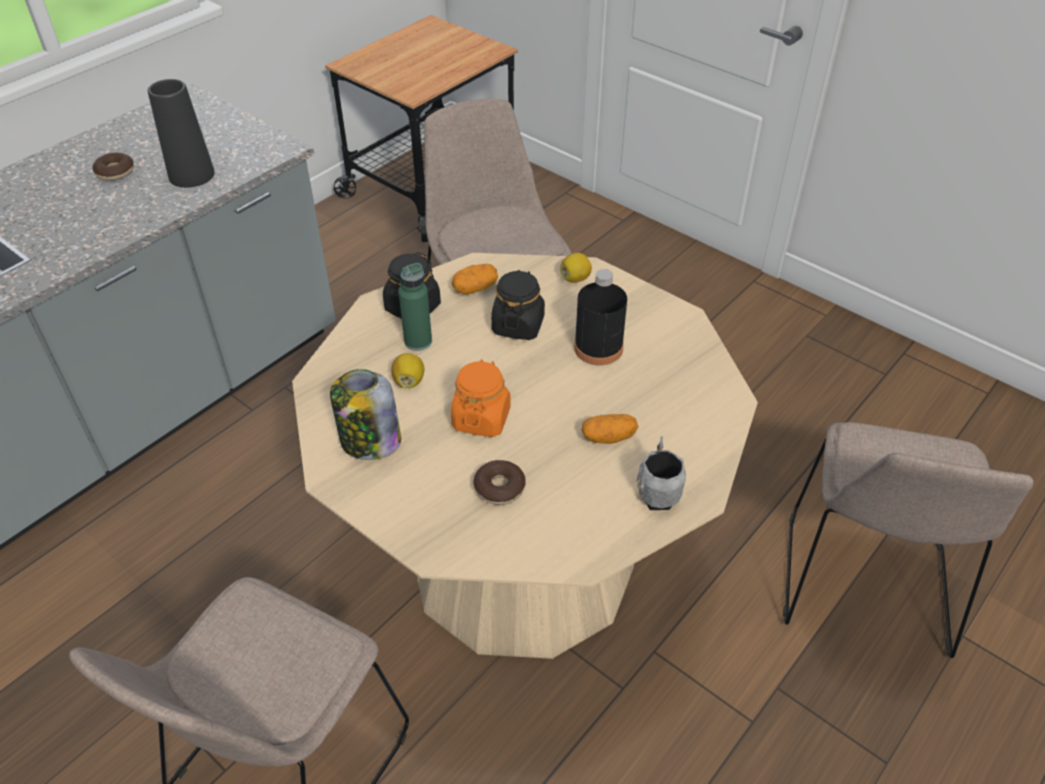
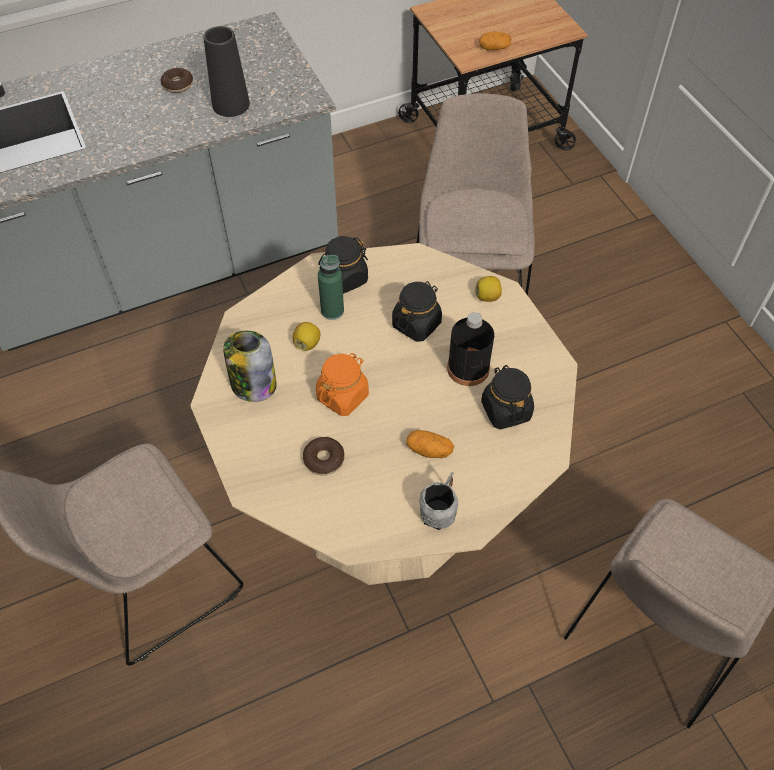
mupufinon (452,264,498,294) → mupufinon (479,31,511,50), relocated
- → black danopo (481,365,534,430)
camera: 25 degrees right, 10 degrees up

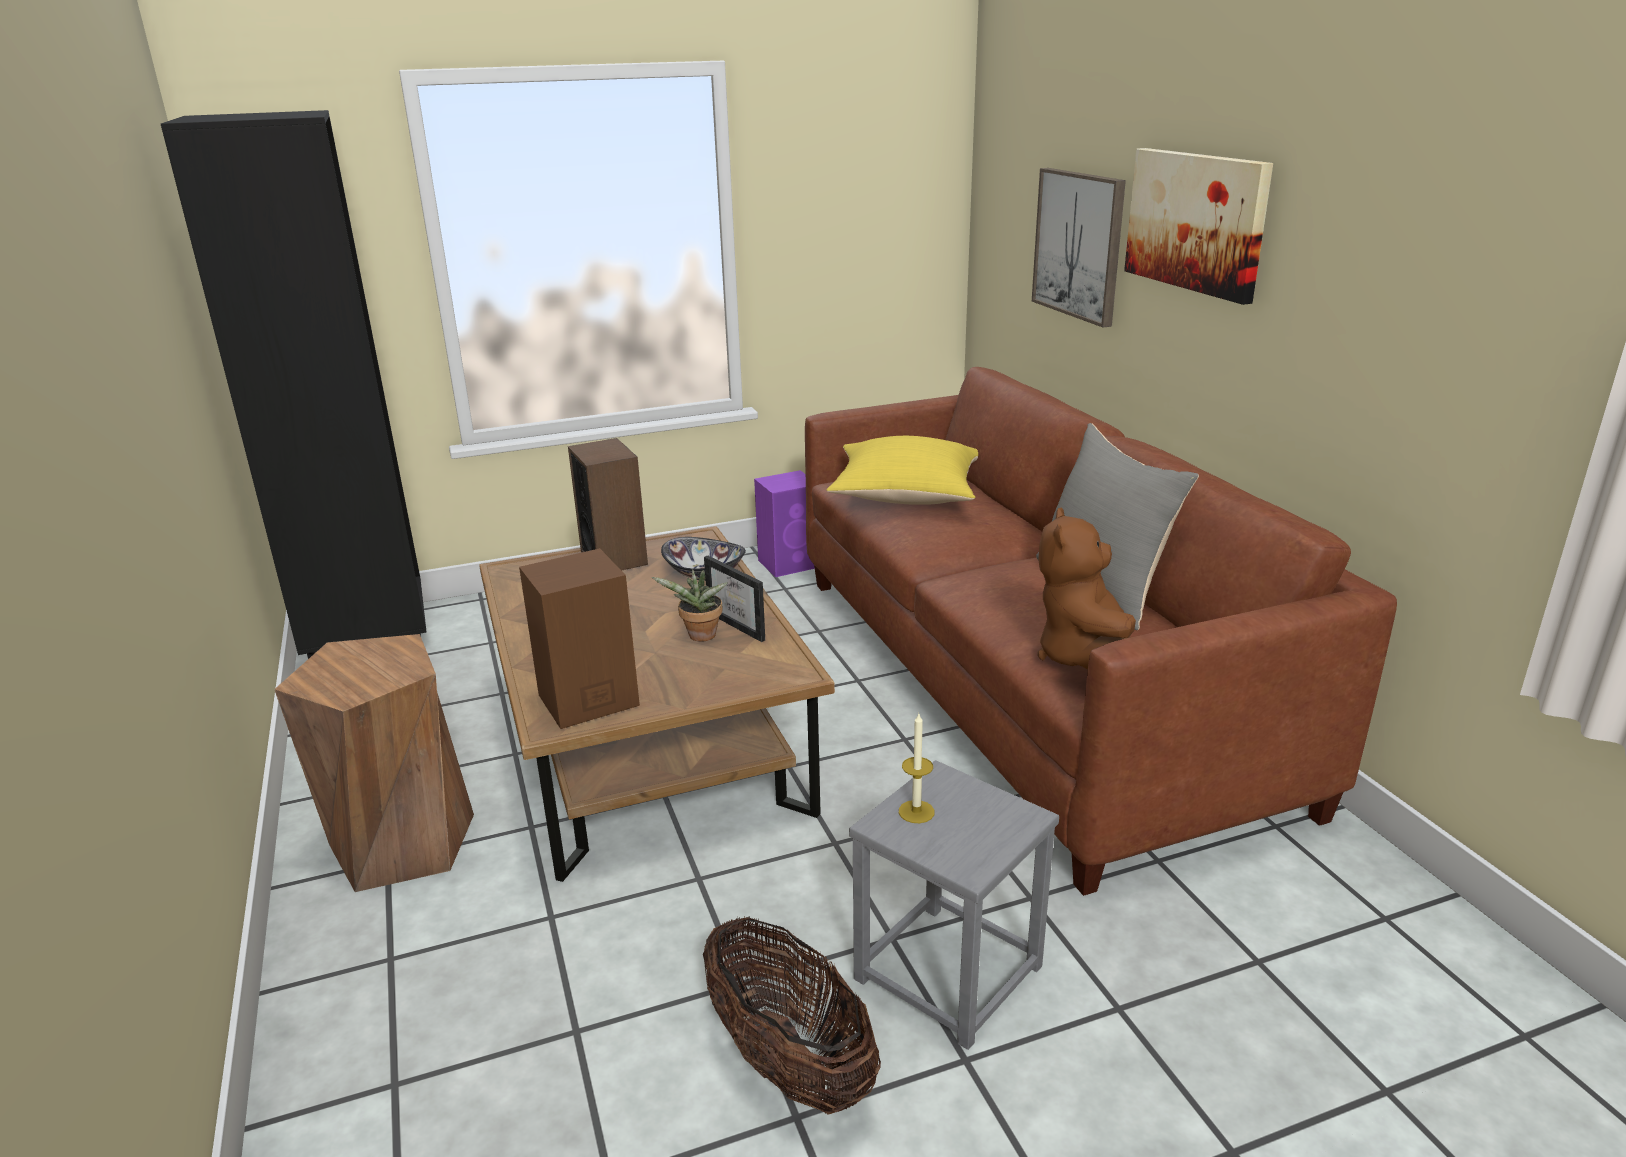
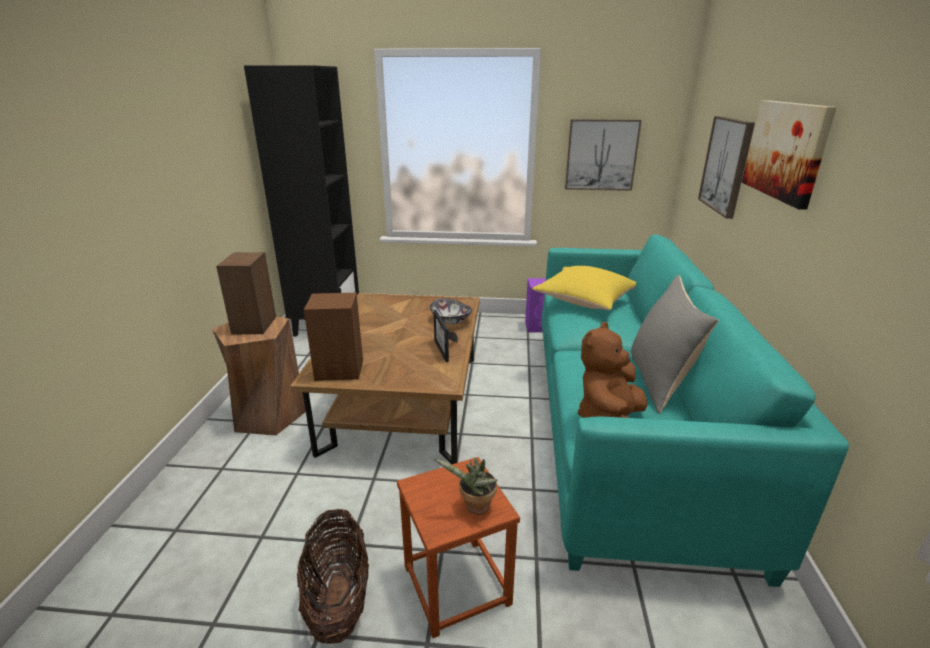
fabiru (568,438,648,571) → fabiru (216,252,276,334), relocated
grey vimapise (849,760,1059,1050) → brown vimapise (397,457,520,638)
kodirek (652,569,727,642) → kodirek (434,457,498,515), relocated
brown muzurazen (805,367,1397,896) → turquoise muzurazen (541,234,849,587)
- → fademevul (565,119,642,191)
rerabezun (899,714,935,823) → -
camera: 25 degrees right, 0 degrees up

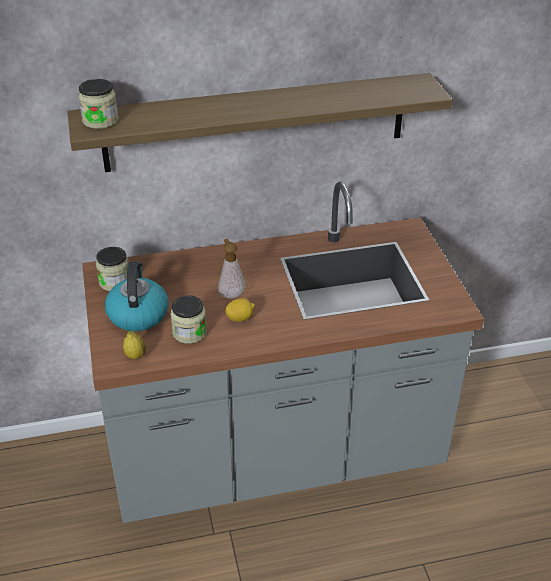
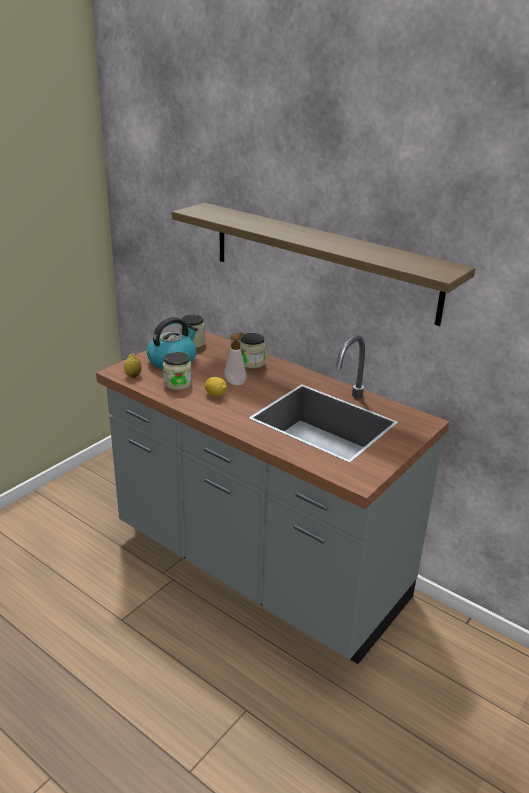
danopo (78,79,118,129) → danopo (240,333,266,368), relocated
camera: 50 degrees right, 10 degrees down

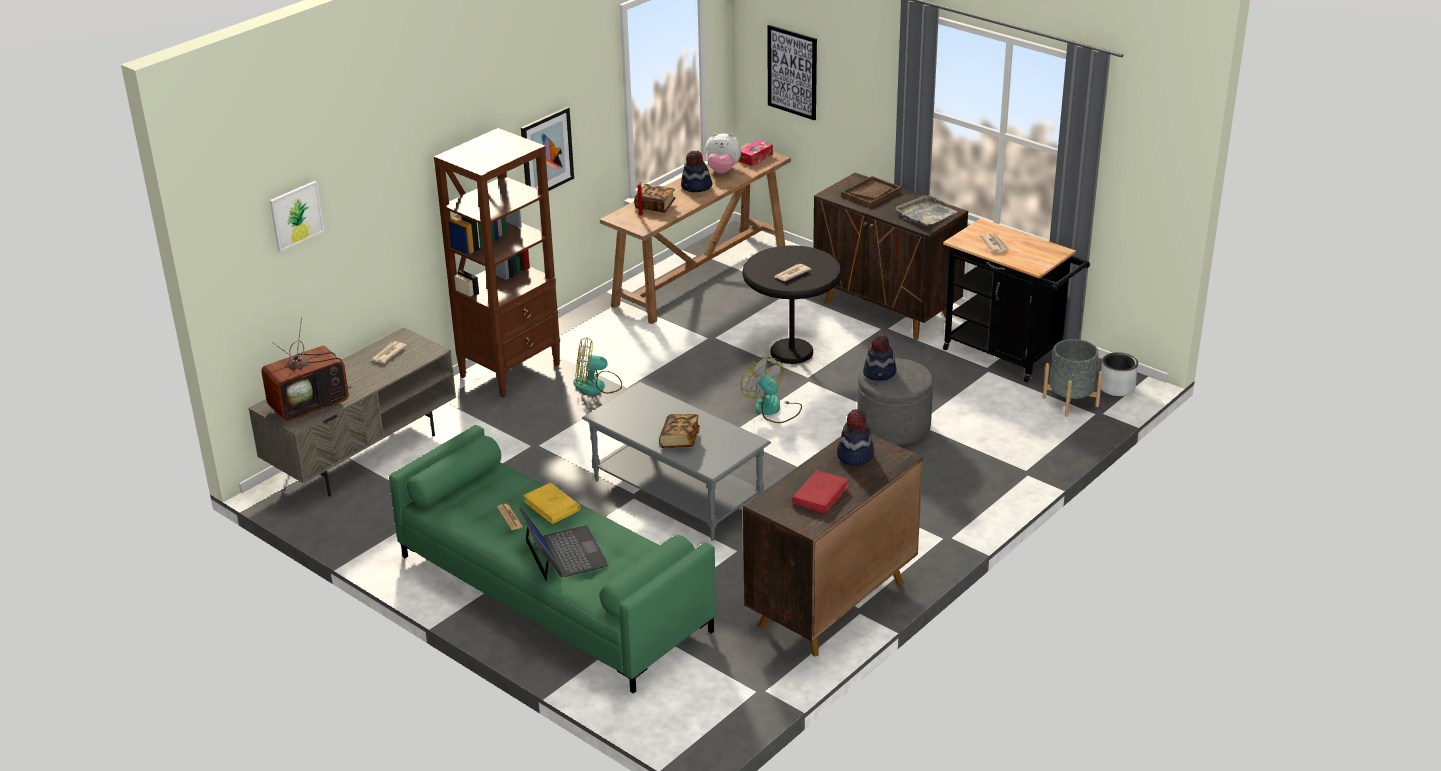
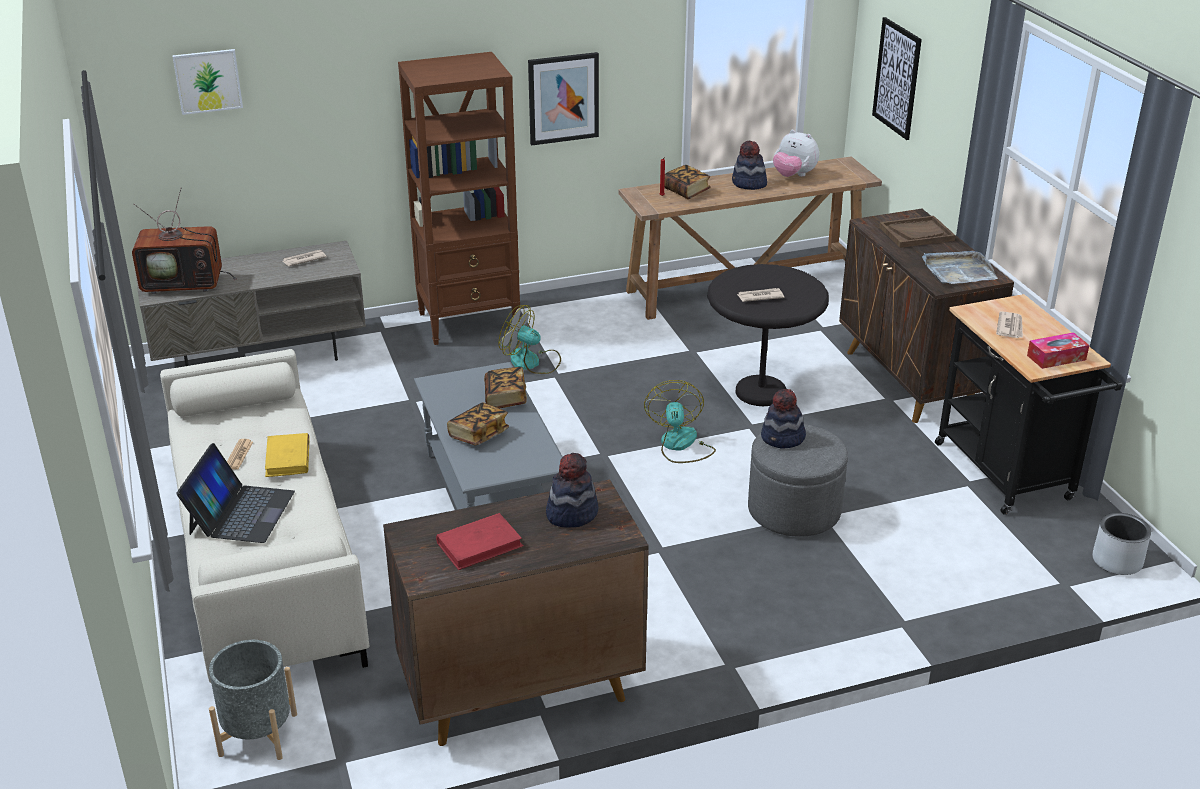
green muzurazen (389,425,717,694) → beige muzurazen (160,349,369,683)
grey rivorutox (1043,339,1103,417) → grey rivorutox (209,640,297,760), relocated
- → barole (484,367,527,408)
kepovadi (738,140,773,166) → kepovadi (1027,332,1089,369), relocated
camera: 30 degrees right, 0 degrees up

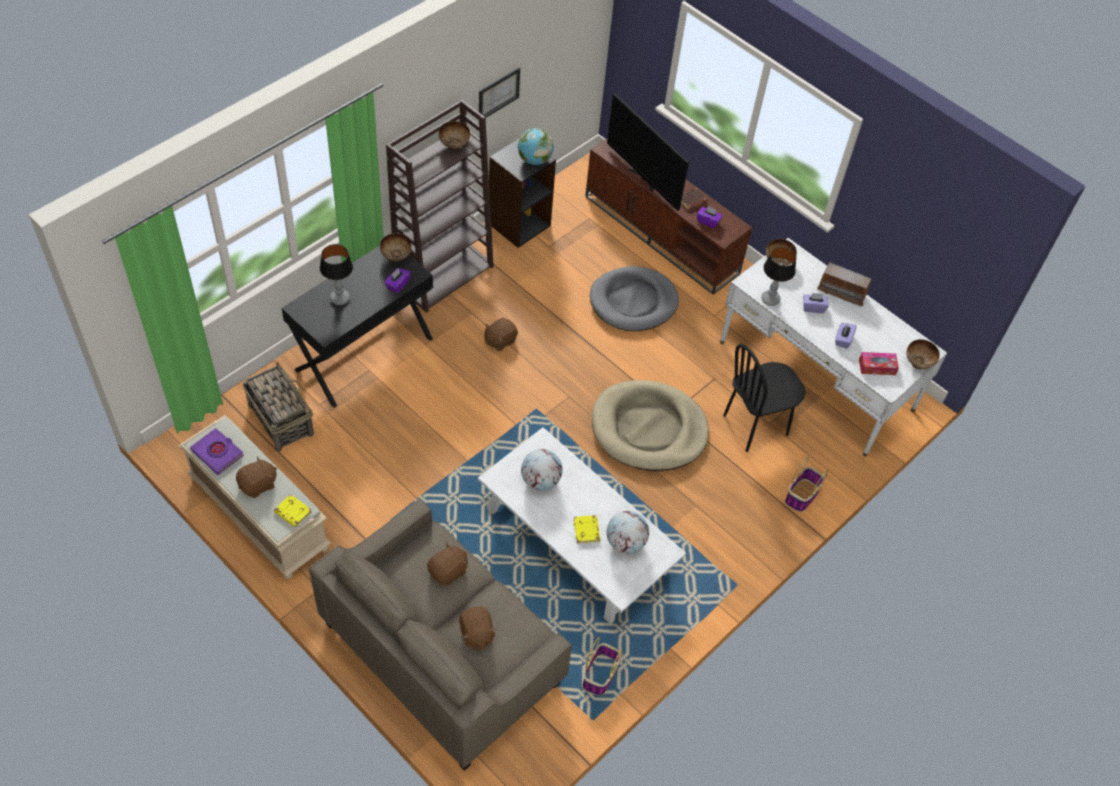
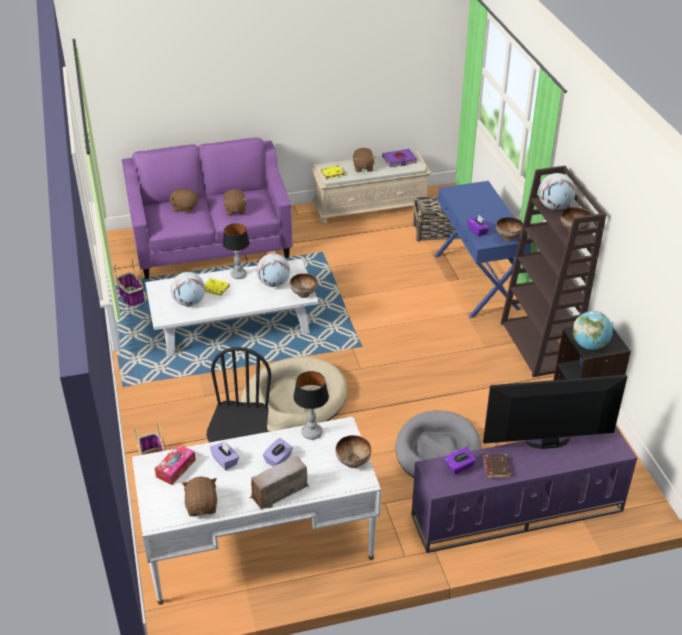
beige muzurazen (309,499,572,771) → purple muzurazen (122,138,293,279)
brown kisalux (485,318,518,352) → brown kisalux (182,477,217,516), relocated
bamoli (320,244,353,305) → bamoli (223,223,250,279), relocated
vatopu (906,339,940,369) → vatopu (290,273,317,298), relocated
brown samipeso (585,139,752,295) → purple samipeso (412,426,637,553)
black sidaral (282,246,433,408) → blue sidaral (434,181,531,318)
- → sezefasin (538,173,576,210)
fademevul (479,67,520,118) → -
camera: 125 degrees right, 15 degrees down

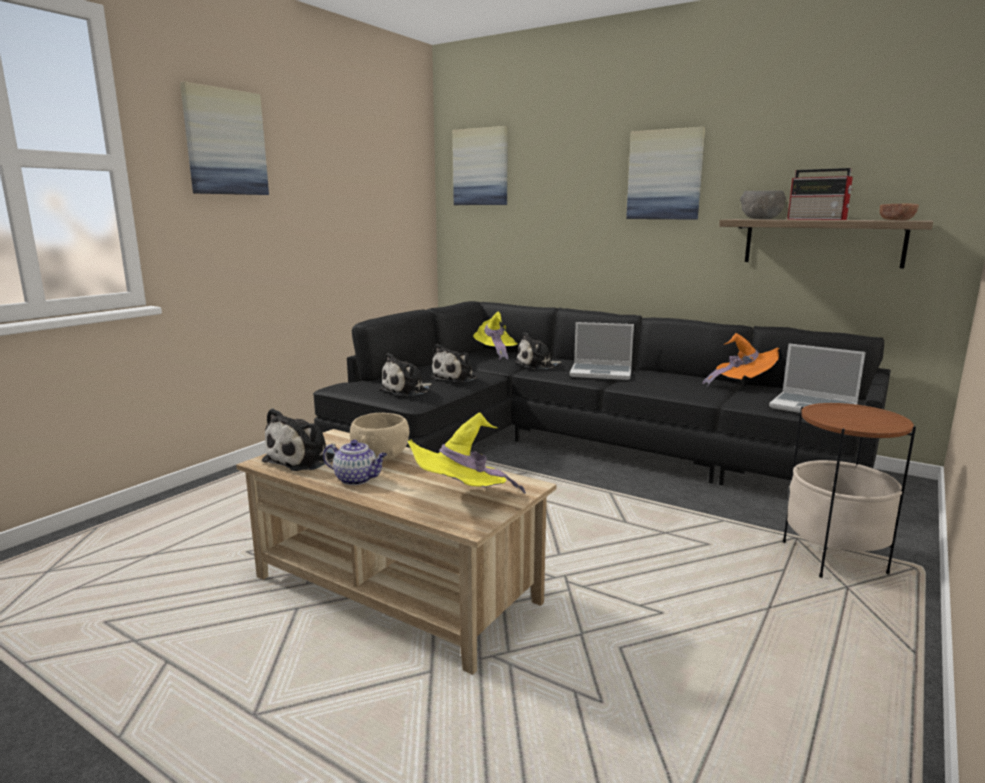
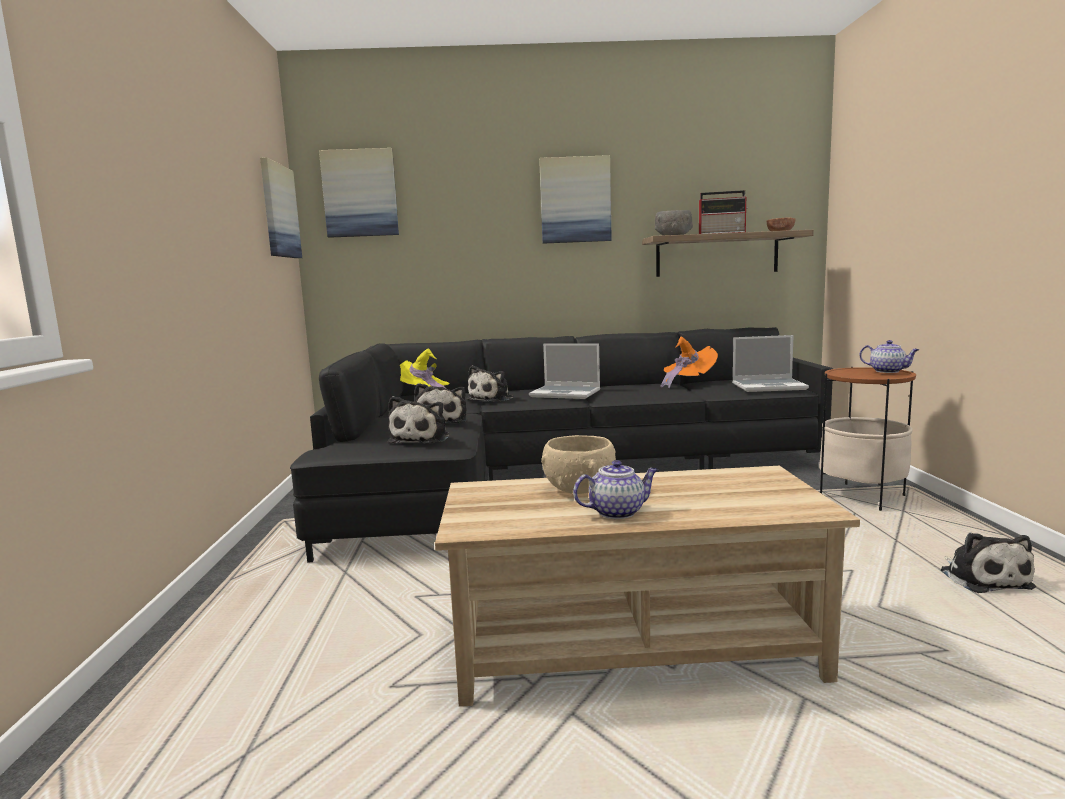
fademevul (180,81,269,195) → fademevul (260,157,302,258), relocated
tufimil (570,322,634,380) → tufimil (529,344,600,399), 45 degrees clockwise
- → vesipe (859,340,919,373)
kisalux (262,408,336,471) → kisalux (941,532,1036,593), relocated
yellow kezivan (407,413,526,494) → -
camera: 35 degrees left, 5 degrees down

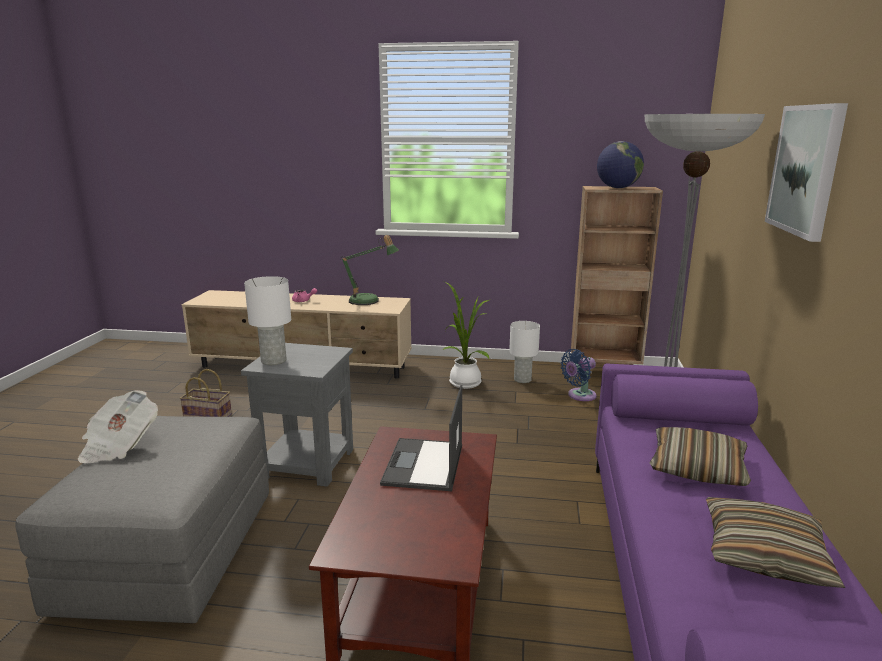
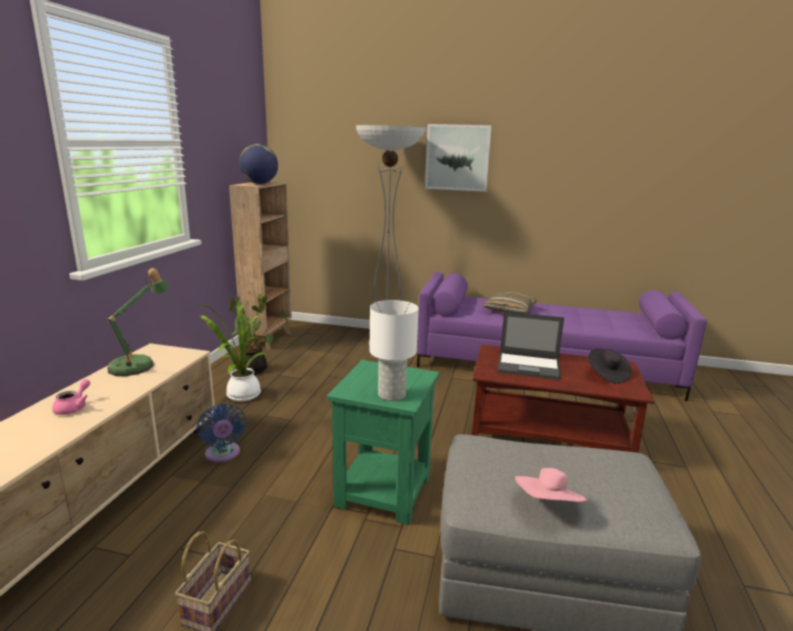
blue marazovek (560,349,597,401) → blue marazovek (196,403,246,463), relocated
white bamoli (509,321,540,383) → kodirek (230,294,289,374)
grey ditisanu (241,343,353,487) → green ditisanu (327,360,439,525)
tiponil (78,390,158,463) → pink kezivan (515,468,588,502)
- → black kezivan (588,348,631,384)
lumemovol (706,497,845,588) → -
camera: 85 degrees left, 0 degrees up

